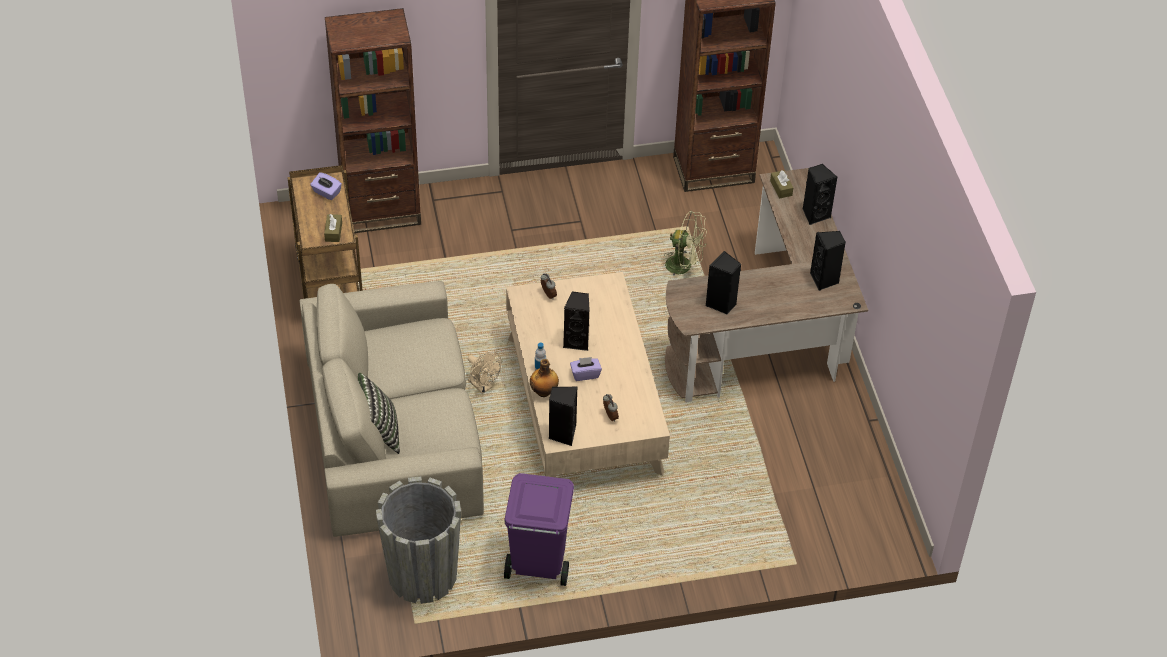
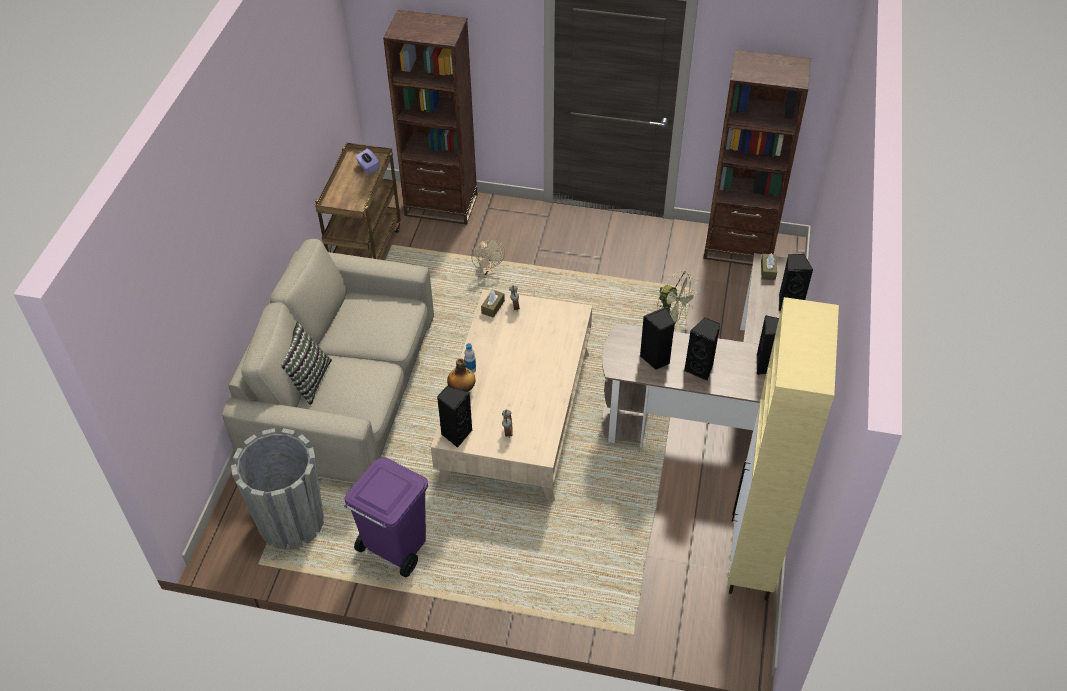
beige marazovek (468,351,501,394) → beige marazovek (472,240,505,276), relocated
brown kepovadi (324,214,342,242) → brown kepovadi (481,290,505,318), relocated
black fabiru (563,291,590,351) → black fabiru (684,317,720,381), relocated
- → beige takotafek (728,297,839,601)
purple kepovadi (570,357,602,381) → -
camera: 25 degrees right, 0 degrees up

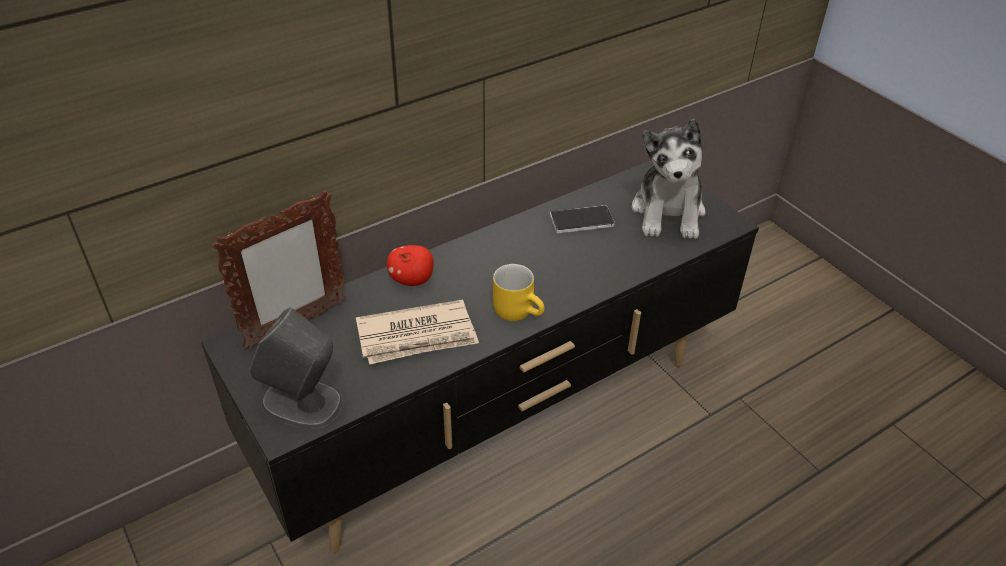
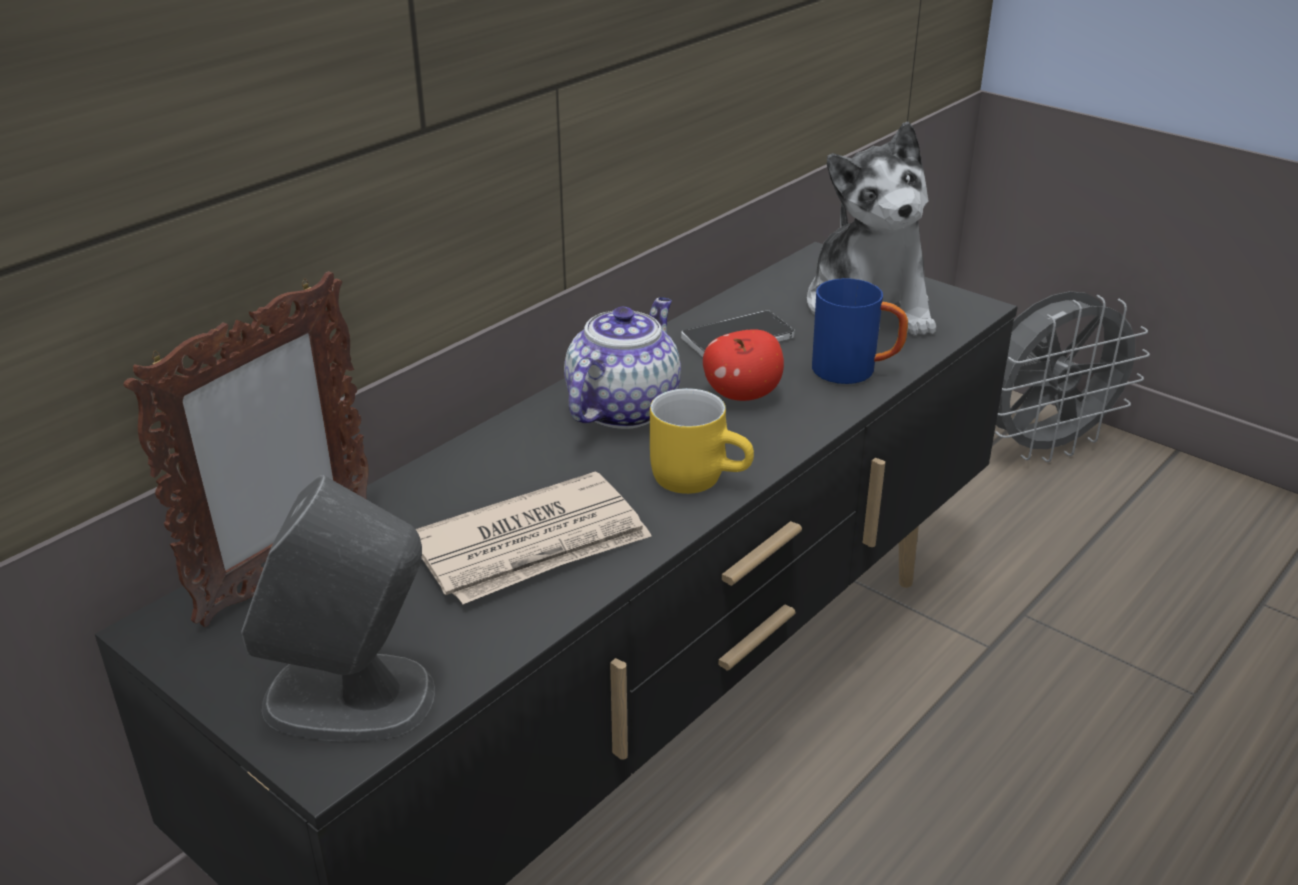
- → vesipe (564,297,681,429)
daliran (387,245,434,286) → daliran (703,329,784,401), relocated
- → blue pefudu (812,278,908,384)
- → grey marazovek (995,291,1150,462)
camera: 15 degrees left, 10 degrees down

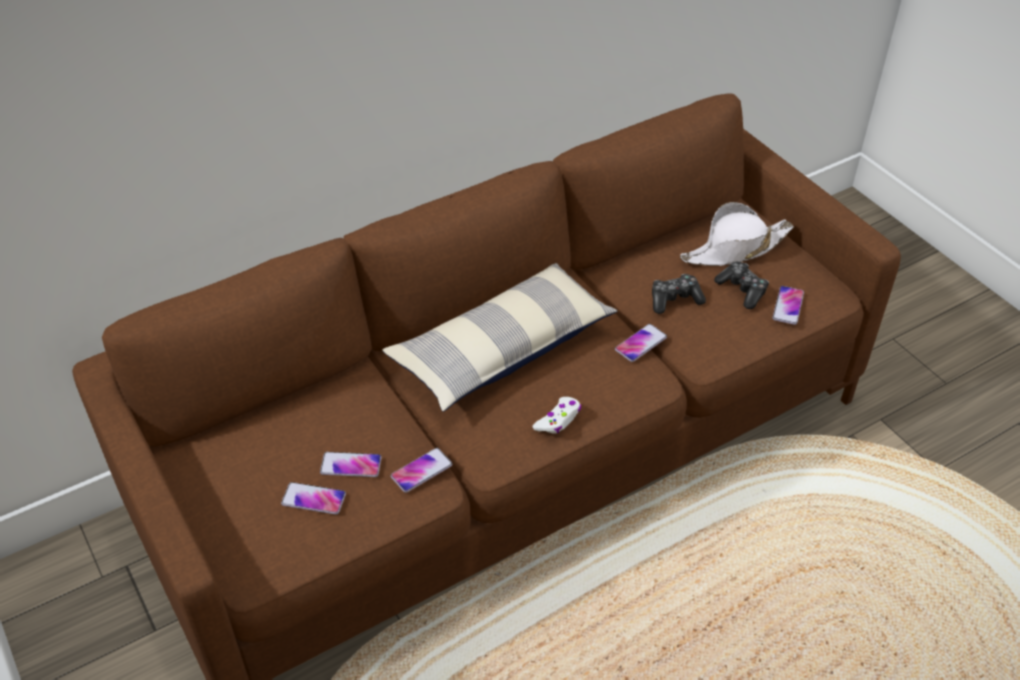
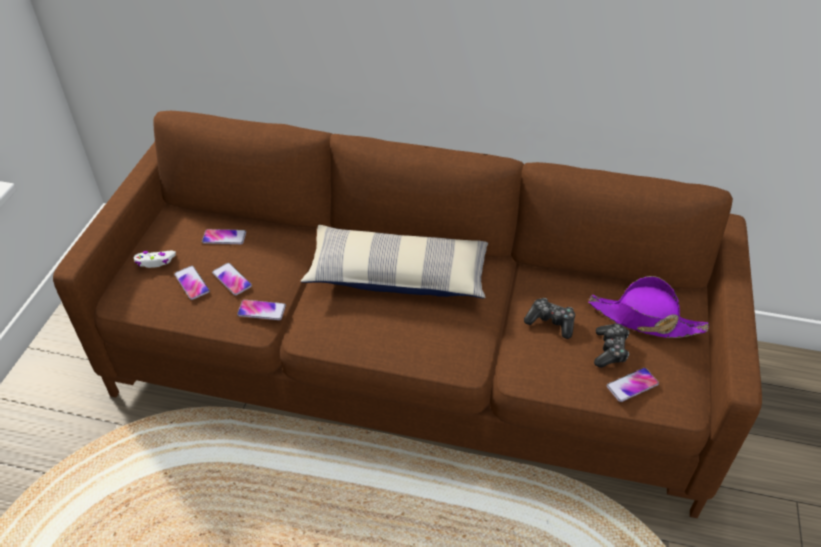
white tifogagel (532,397,581,434) → white tifogagel (134,251,176,268), relocated
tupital (615,324,667,362) → tupital (202,229,246,244), relocated
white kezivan (680,202,794,266) → purple kezivan (589,276,709,338)
camera: 45 degrees right, 0 degrees up

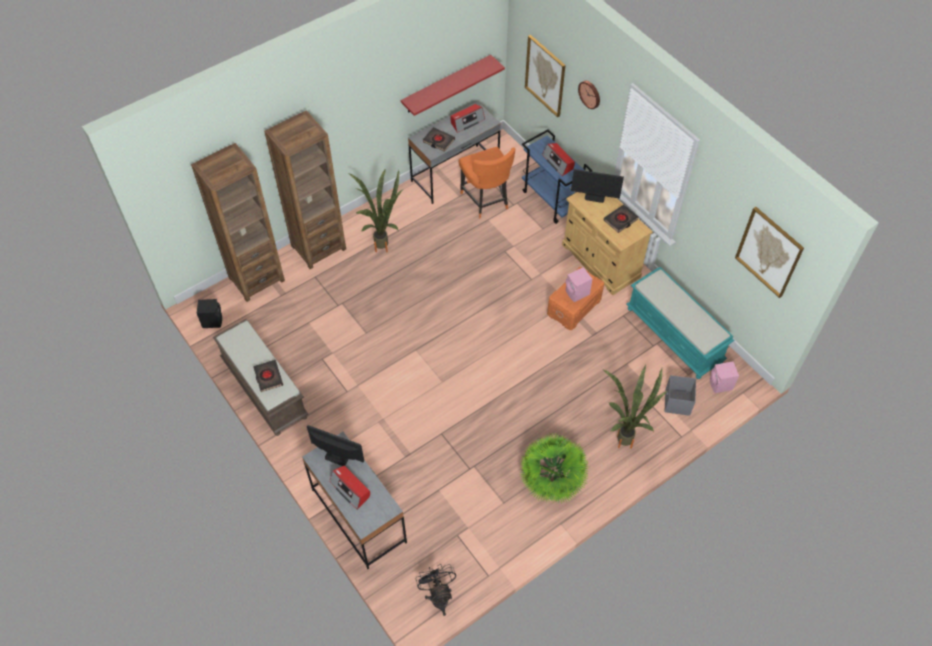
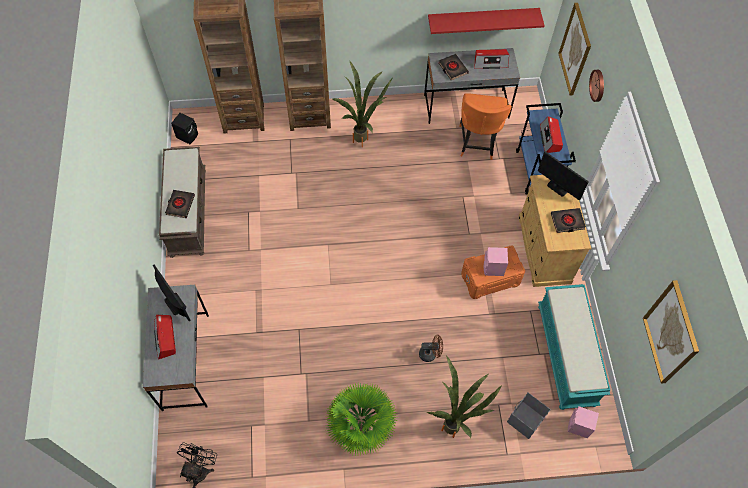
- → brown marazovek (419,335,443,362)
camera: 30 degrees right, 5 degrees up

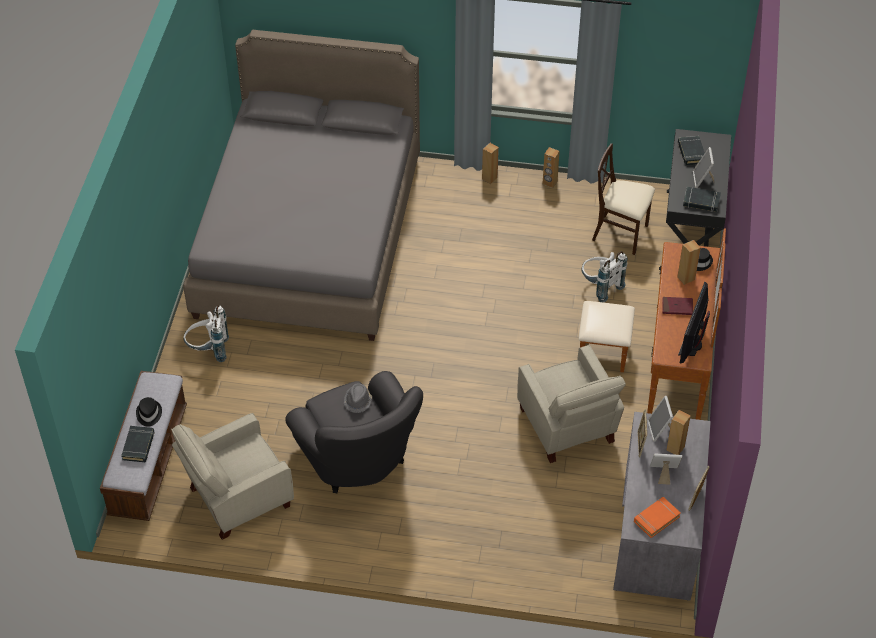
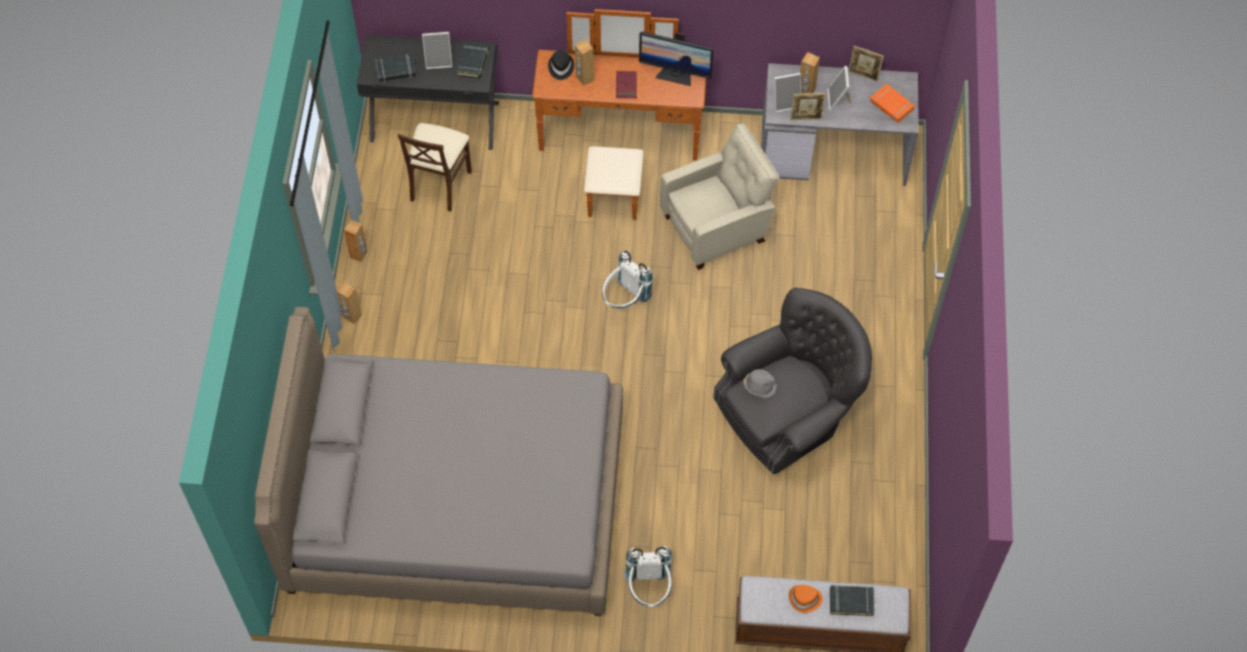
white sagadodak (582,251,627,302) → white sagadodak (602,250,653,309), relocated
black kezivan (136,397,162,427) → orange kezivan (789,585,823,613)
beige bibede (171,413,294,540) → -
camera: 95 degrees left, 10 degrees up

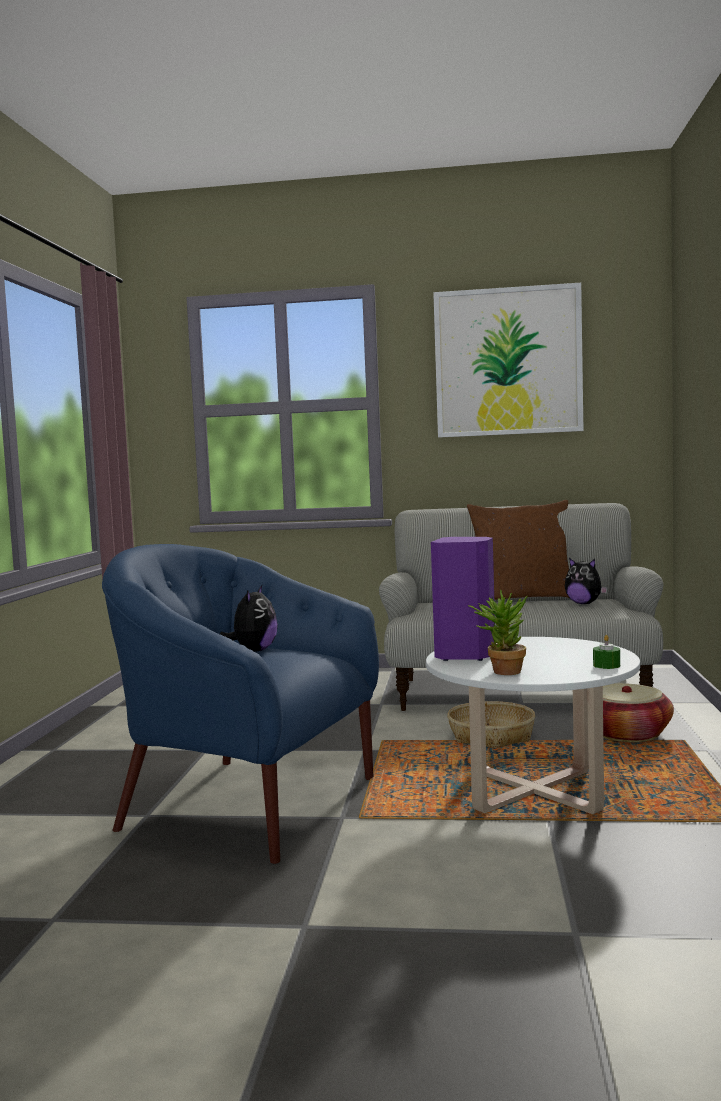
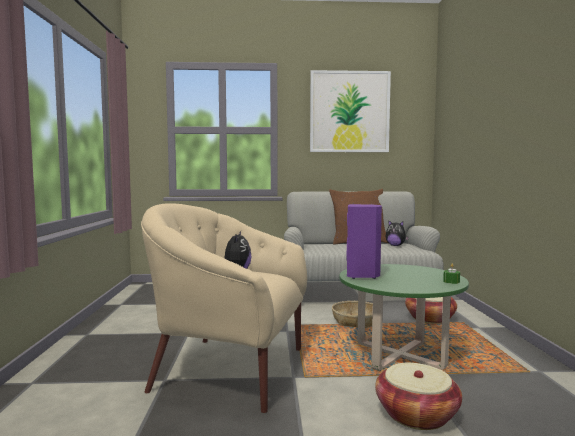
blue bibede (102,544,379,864) → beige bibede (141,204,307,413)
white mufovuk (426,637,640,814) → green mufovuk (339,264,469,371)
- → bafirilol (375,363,462,430)
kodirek (468,589,528,675) → -
camera: 10 degrees left, 0 degrees up

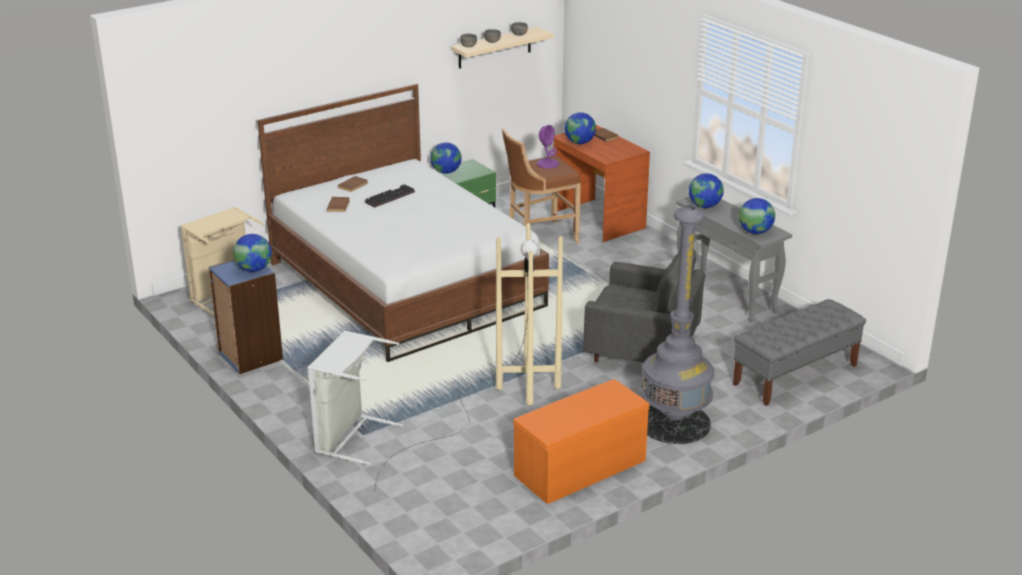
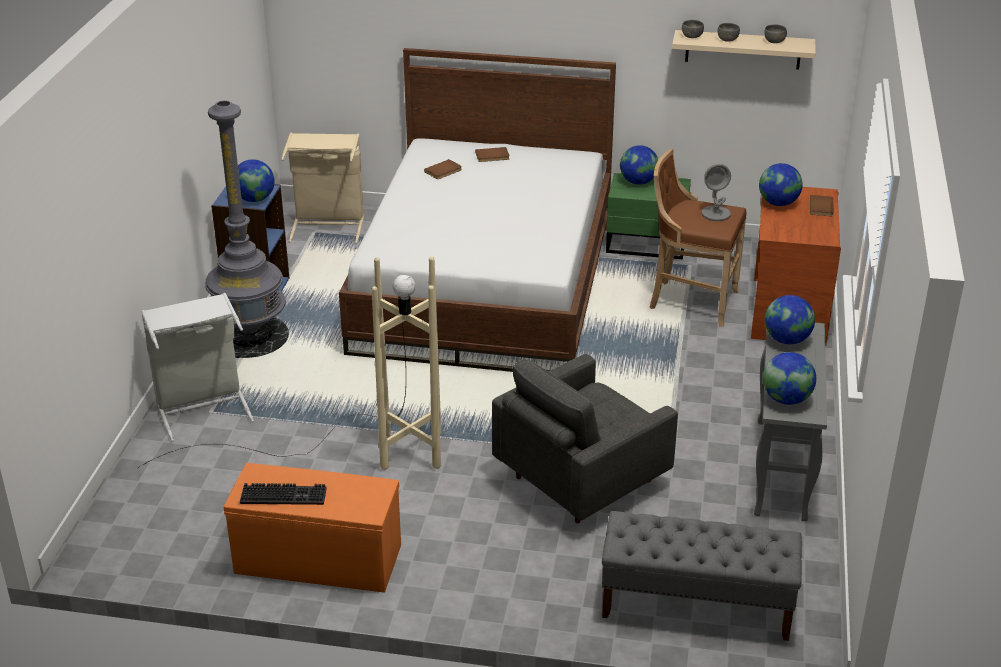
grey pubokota (640,205,715,444) → grey pubokota (205,101,289,358), relocated
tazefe (365,184,415,207) → tazefe (240,483,327,505), relocated
grey bibede (584,249,705,363) → grey bibede (492,354,678,523), 75 degrees clockwise
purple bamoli (537,125,559,169) → grey bamoli (702,164,731,221)
camera: 45 degrees right, 5 degrees up

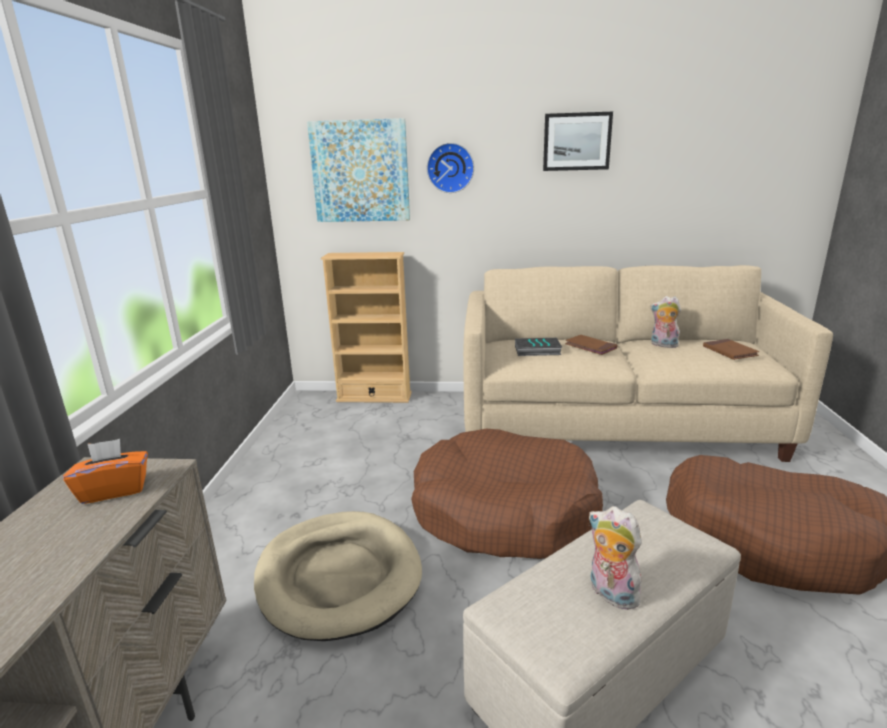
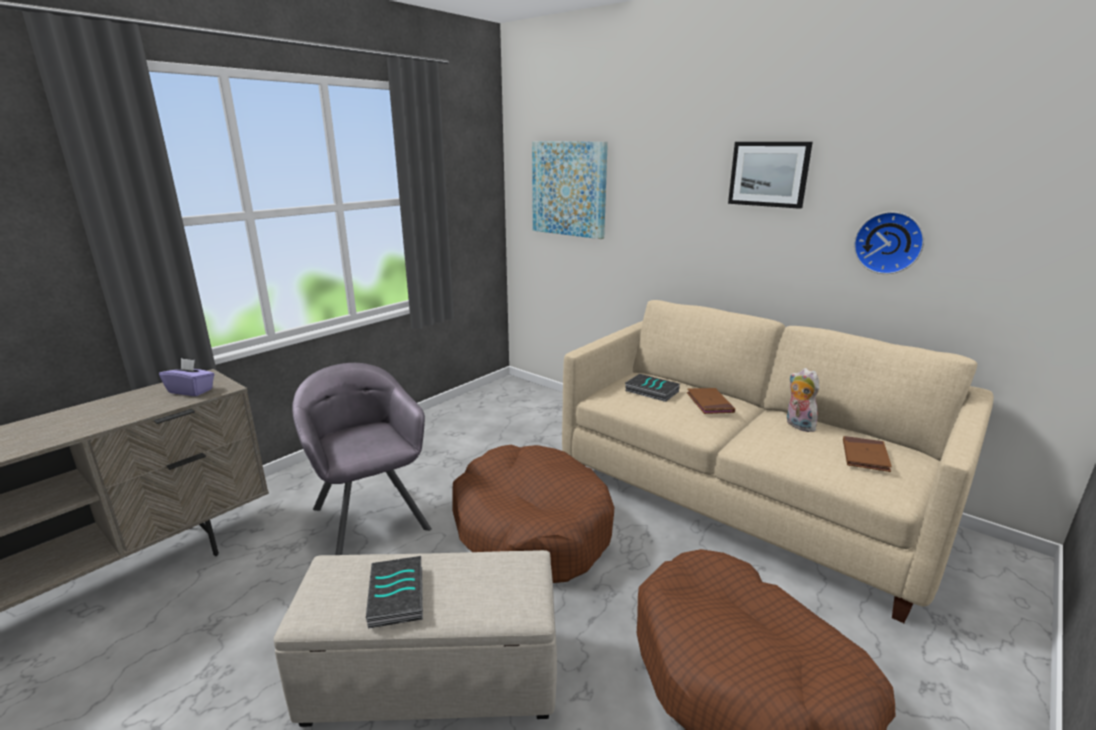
orange kepovadi (63,439,148,504) → purple kepovadi (159,358,215,396)
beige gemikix (254,511,422,641) → grey bibede (292,363,432,555)
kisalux (588,506,647,610) → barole (366,556,423,628)
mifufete (427,143,474,193) → mifufete (854,212,924,274), relocated
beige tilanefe (321,252,412,403) → -
camera: 35 degrees right, 0 degrees up

